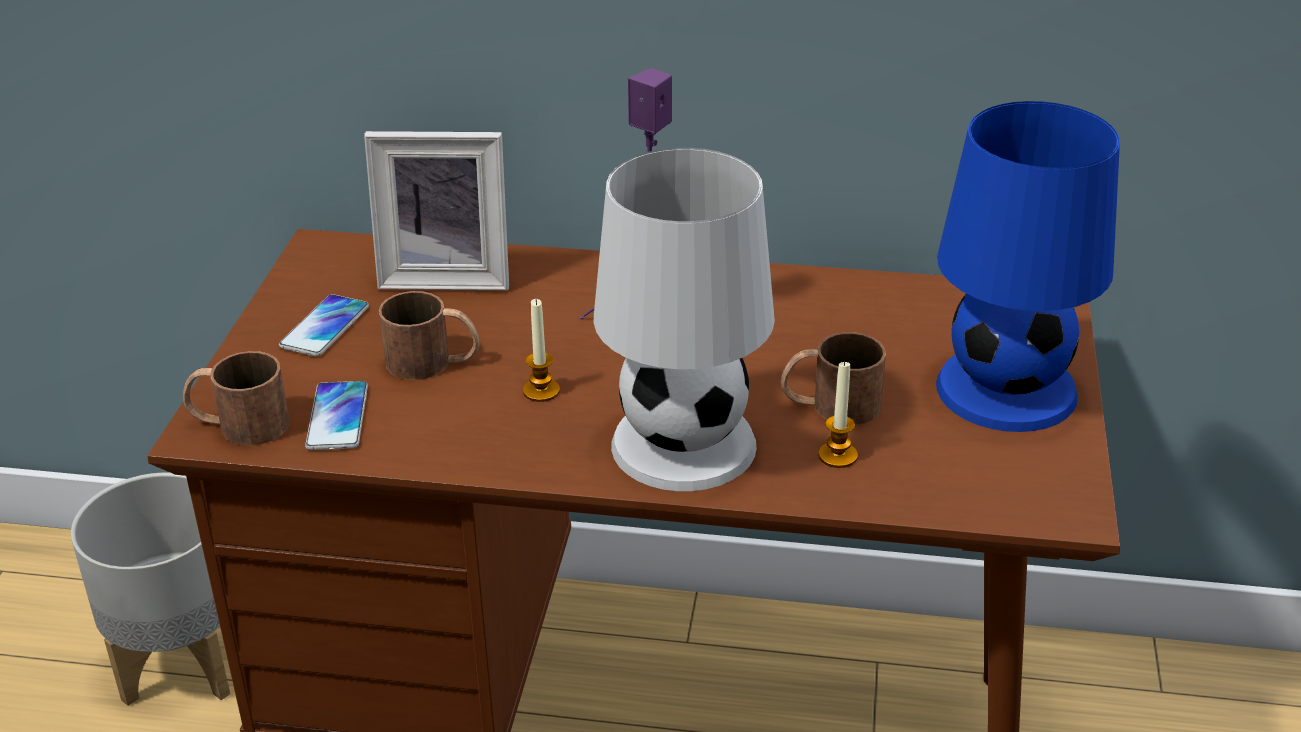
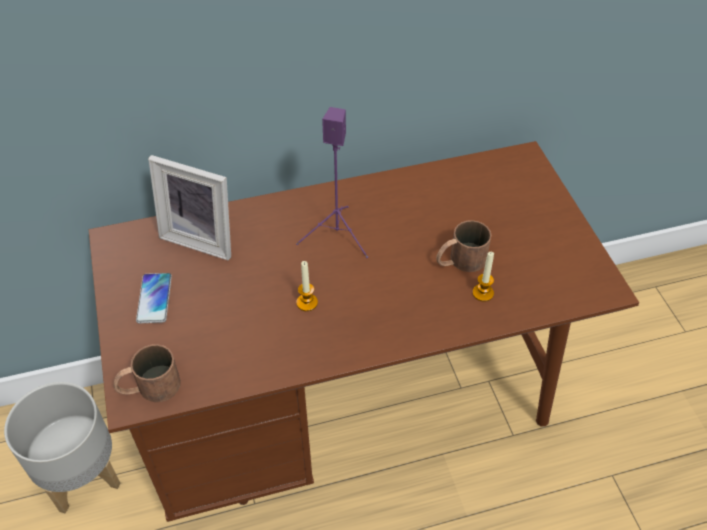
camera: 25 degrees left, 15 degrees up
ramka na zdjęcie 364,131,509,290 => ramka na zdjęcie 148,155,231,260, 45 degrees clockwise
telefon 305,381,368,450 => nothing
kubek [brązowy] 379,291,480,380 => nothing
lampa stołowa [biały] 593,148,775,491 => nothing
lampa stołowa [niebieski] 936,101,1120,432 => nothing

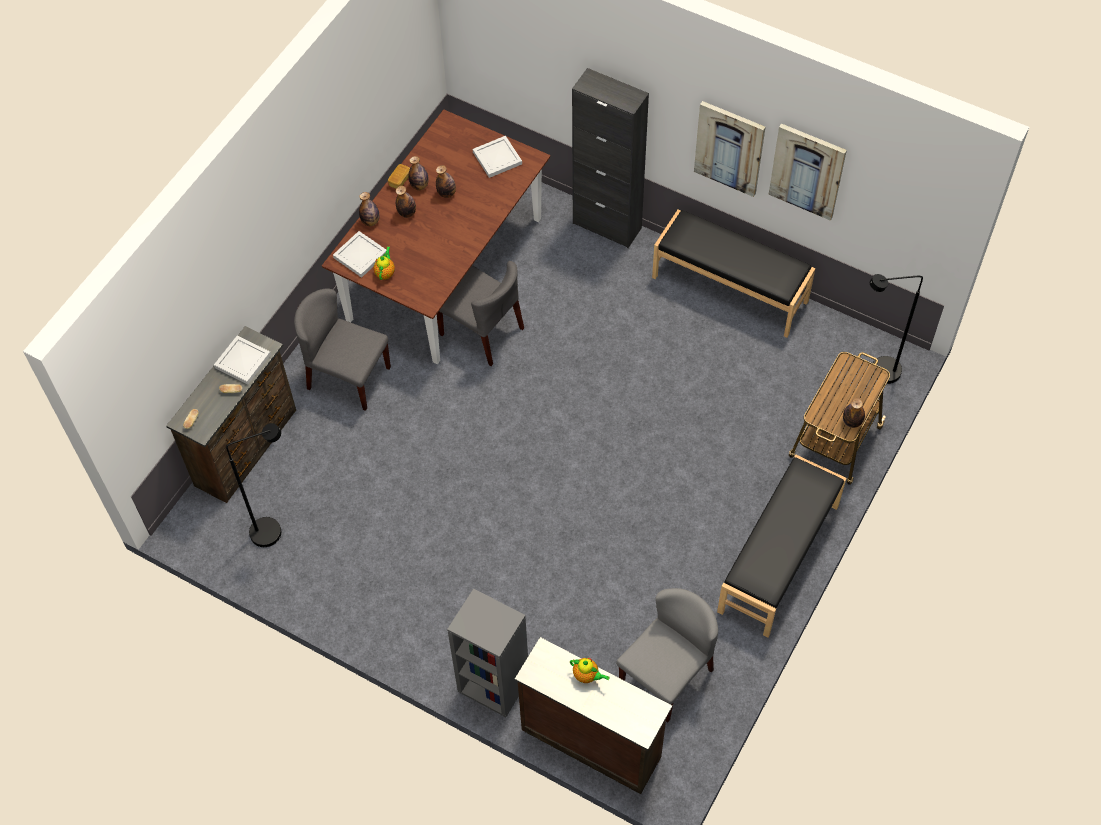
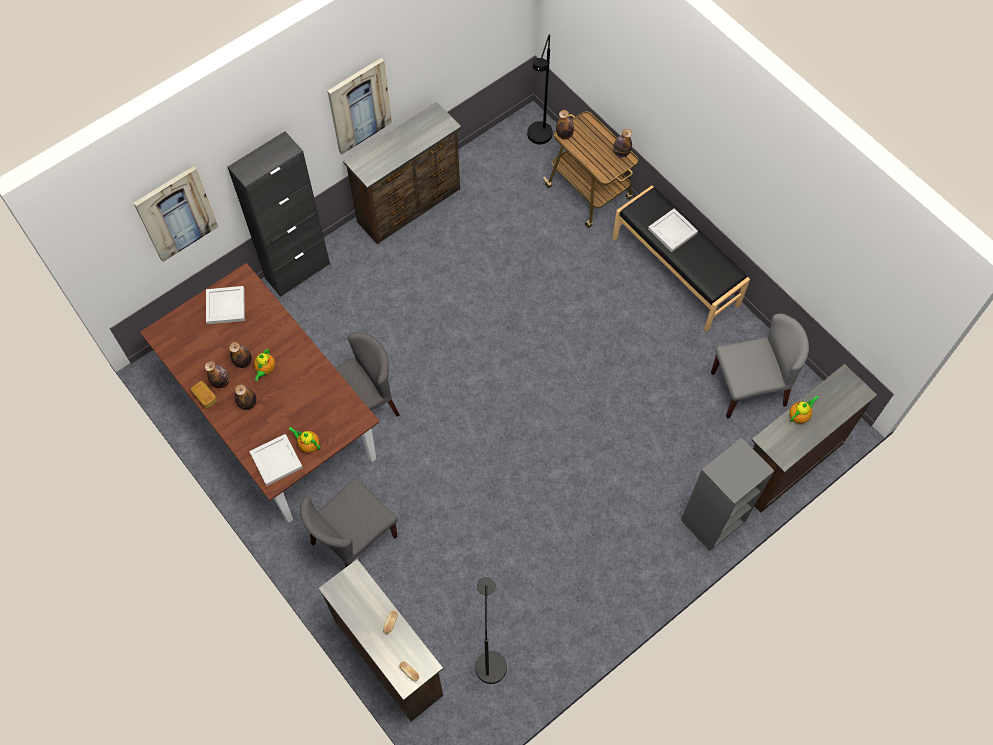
camera: 70 degrees left, 5 degrees up
obraz 769,123,847,221 => obraz 134,166,218,262, move
nothing => imbryk 254,349,275,381
ławka [czarny] 652,209,815,338 => komoda [brązowy] 343,102,461,244
butelka 359,192,379,226 => butelka 556,110,574,139, move
taca [biały] 214,336,271,384 => taca [biały] 648,208,698,252, move
krzesło [szary] 616,588,718,723 => krzesło [szary] 711,313,809,418, 105 degrees clockwise

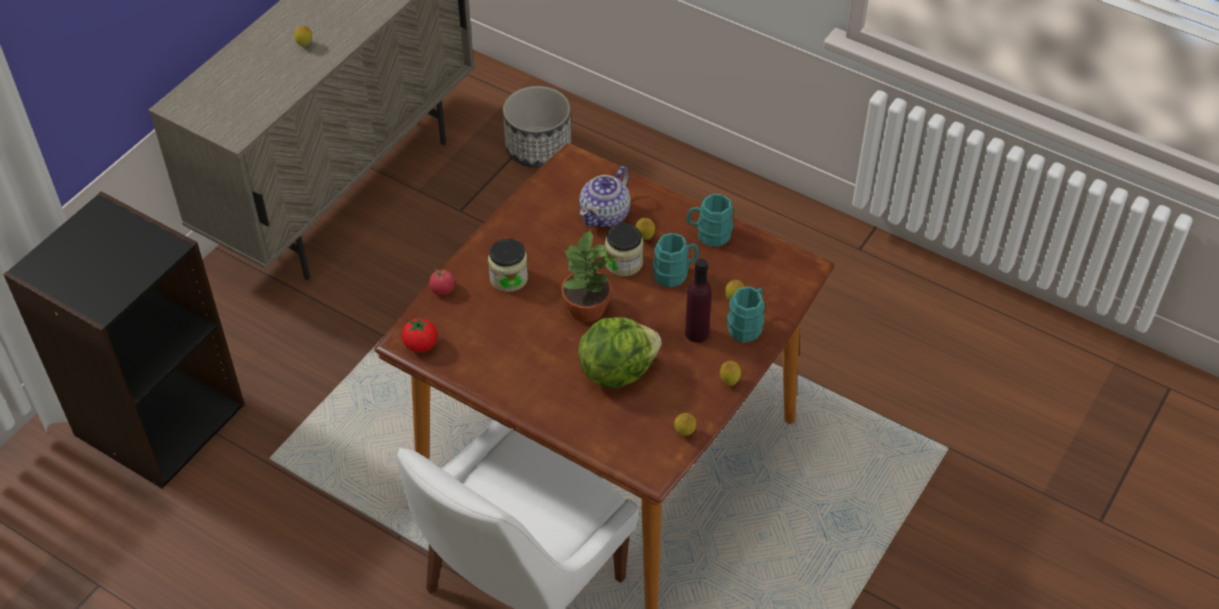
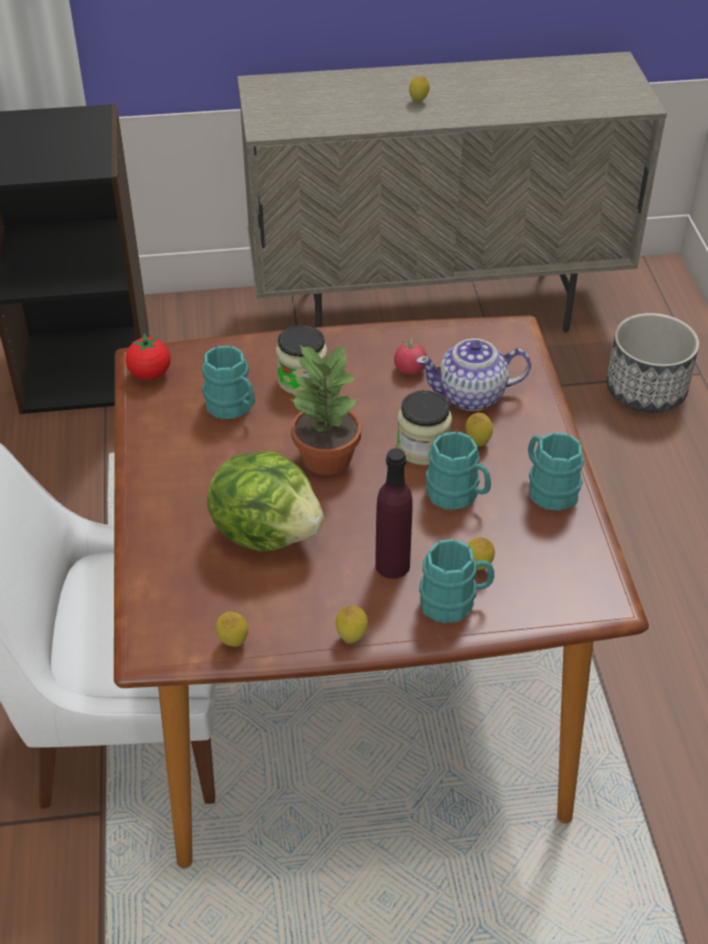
camera: 50 degrees right, 5 degrees down
nothing => kubek [turkusowy] 202,346,255,419
pomidor 429,268,455,295 => pomidor 394,338,427,374, move

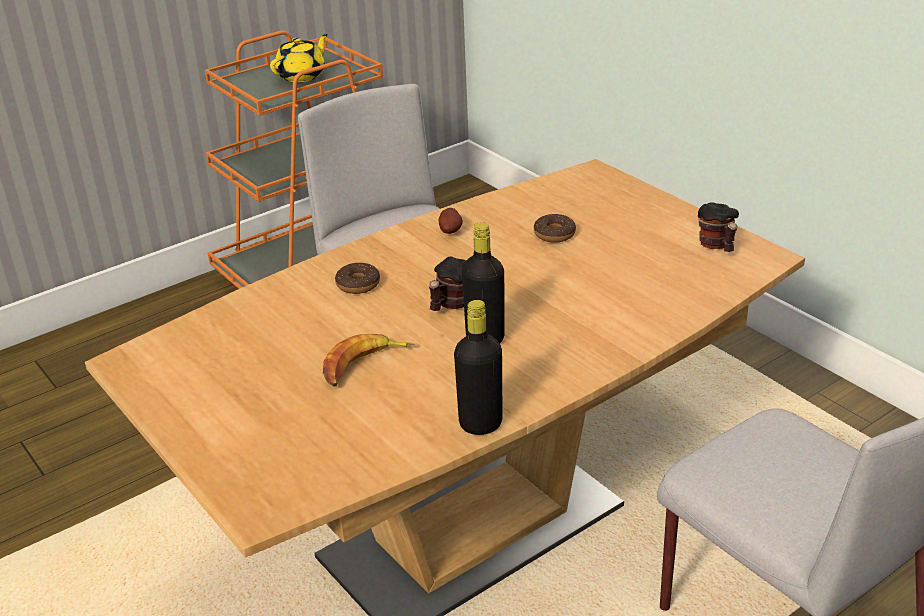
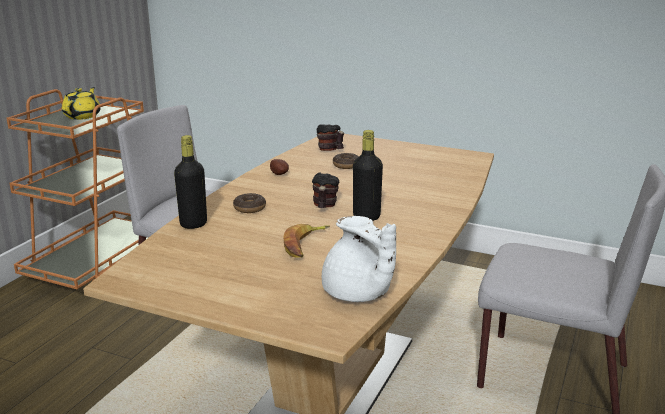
camera: 30 degrees left, 10 degrees down
butelka [czarny] 454,300,503,435 => butelka [czarny] 174,135,207,229, move
kubek 698,202,739,252 => kubek 317,124,344,151, move
nothing => imbryk [biały] 322,216,396,302

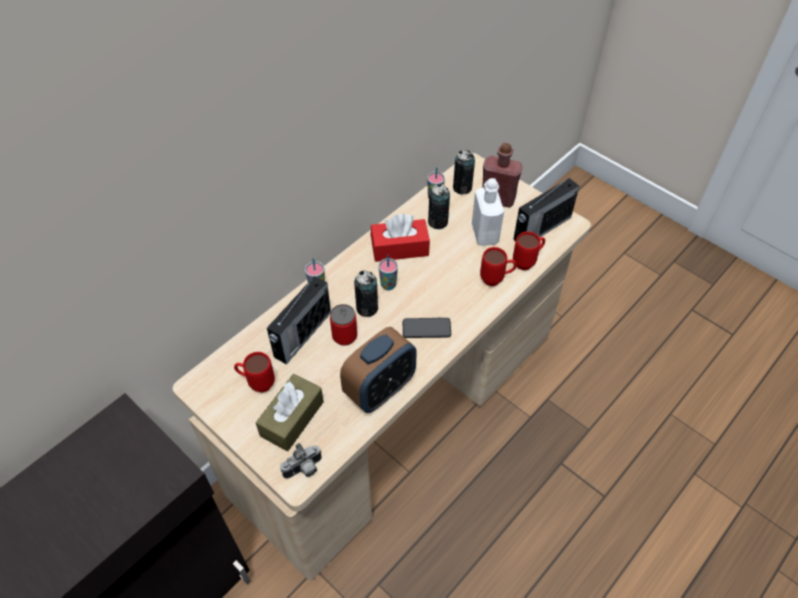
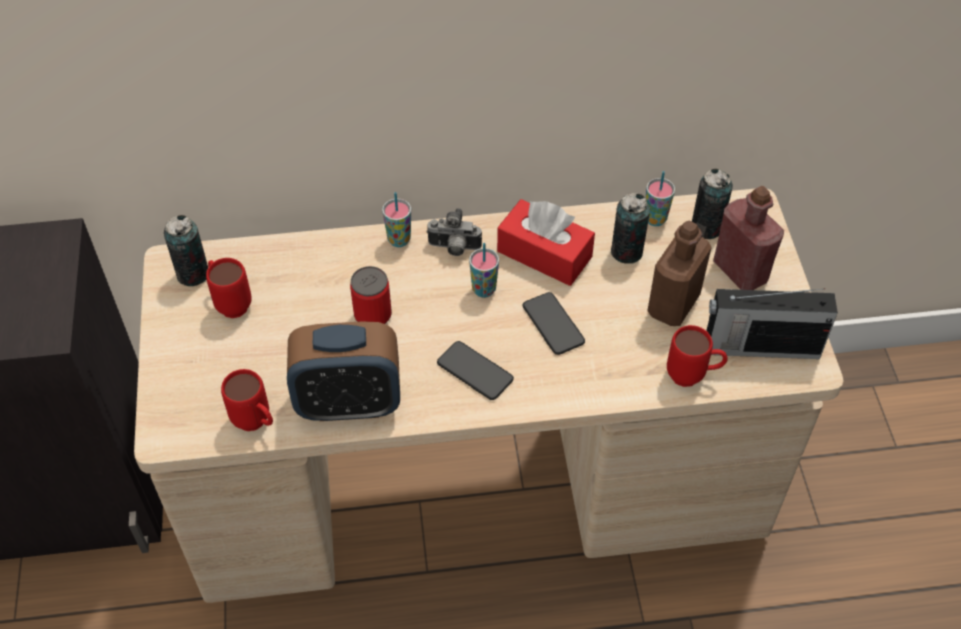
camera: 40 degrees right, 0 degrees up
puszka 354,270,378,317 => puszka 164,215,208,286, move
kubek [czerwony] 480,247,517,286 => kubek [czerwony] 221,369,273,431, move
aparat fotograficzny 280,443,322,479 => aparat fotograficzny 426,208,482,256, move
nothing => telefon 523,292,585,355
butelka [biały] 472,178,504,246 => butelka [brązowy] 647,221,712,326
pudełko chusteczek [brązowy] 255,374,324,451 => nothing
radio 267,276,331,365 => nothing

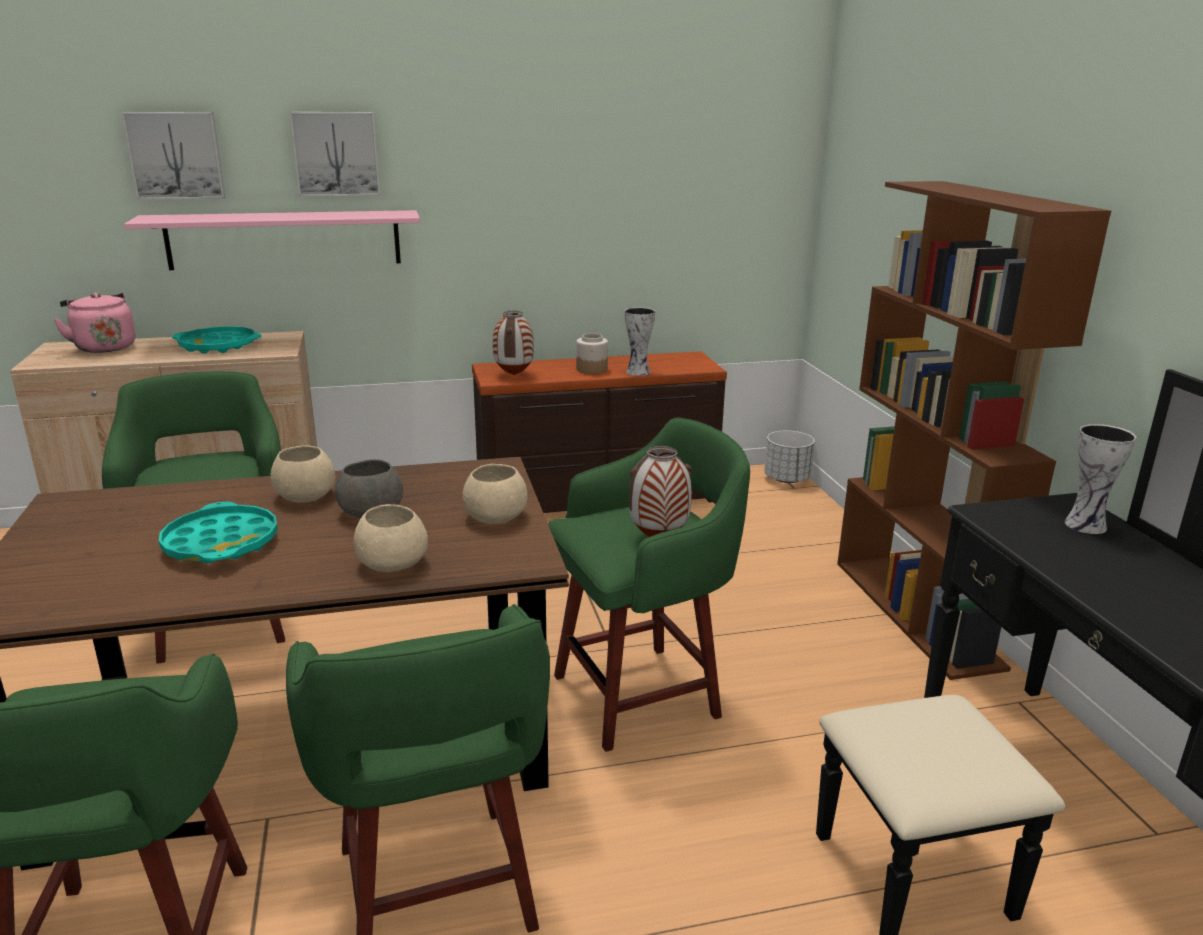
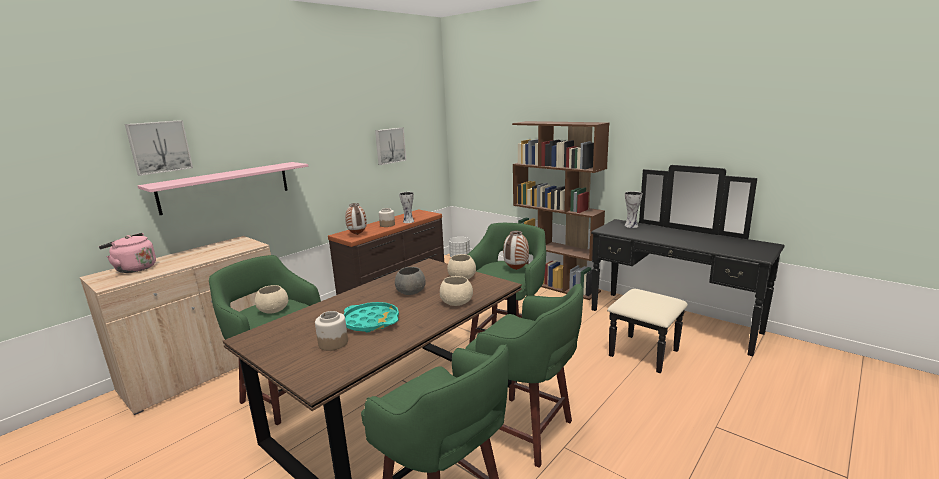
camera: 35 degrees left, 5 degrees down
miska [beżowy] 270,445,336,503 => miska [beżowy] 255,285,288,314, move
nothing => słoik 315,311,348,351
obraz 290,112,380,197 => obraz 375,128,406,165, move
taca [turkusowy] 172,326,261,353 => nothing

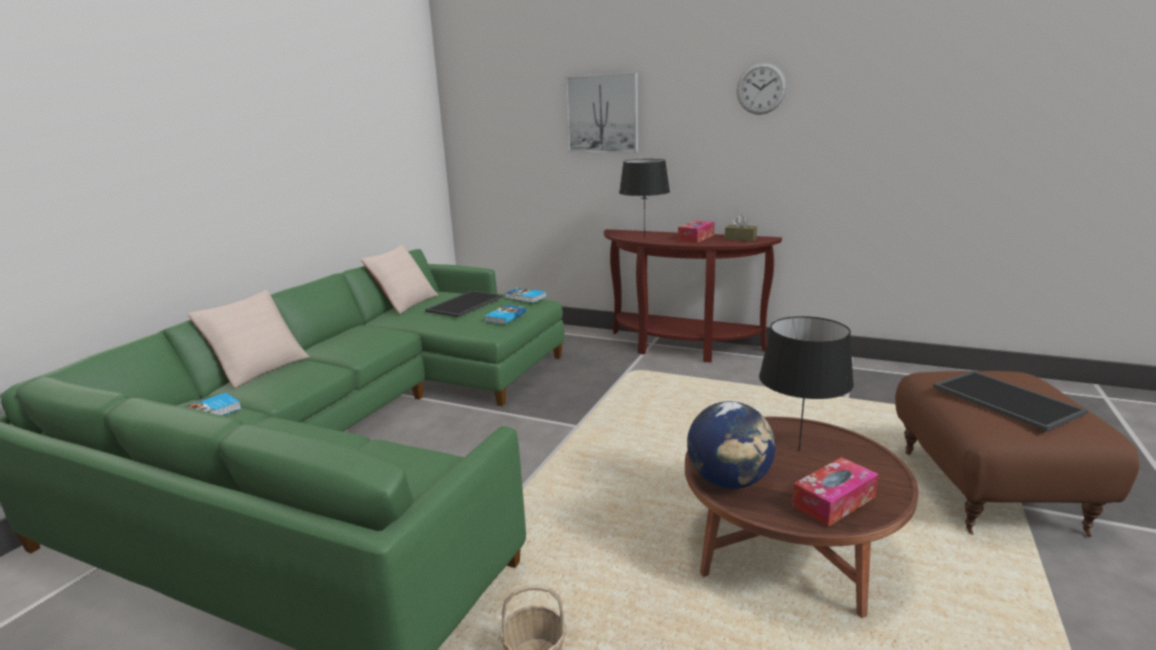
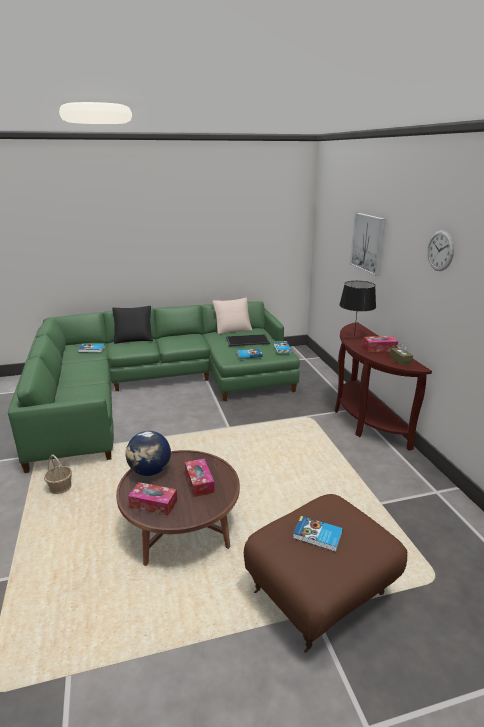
camera: 50 degrees right, 5 degrees up
poduszka [beżowy] 188,290,309,388 => poduszka [czarny] 112,306,153,344
lampa stołowa [czarny] 759,316,854,451 => pudełko chusteczek 185,459,215,497
taca 933,371,1088,431 => książka 293,516,343,552

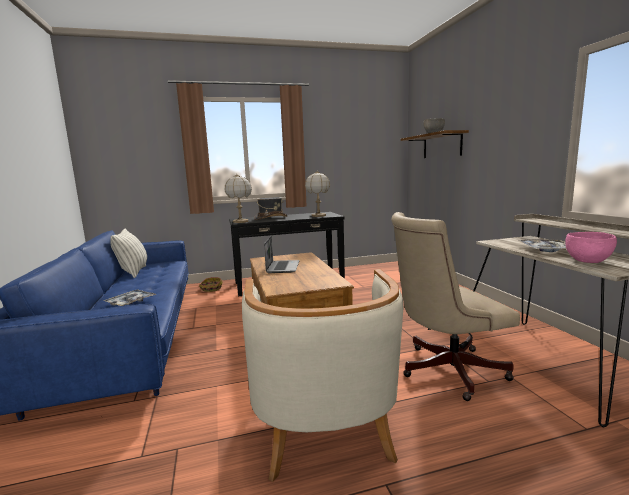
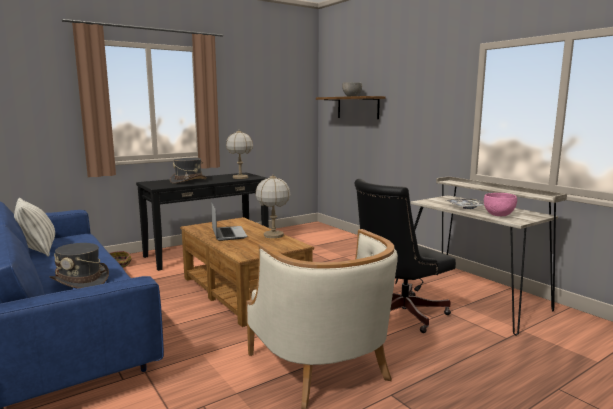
camera: 20 degrees left, 0 degrees up
taca 103,289,156,306 => kapelusz [szary] 50,243,109,289
lampa stołowa 225,174,252,223 => lampa stołowa 255,175,291,238, move
krzesło biurowe [beżowy] 391,212,520,401 => krzesło biurowe [czarny] 354,179,456,333

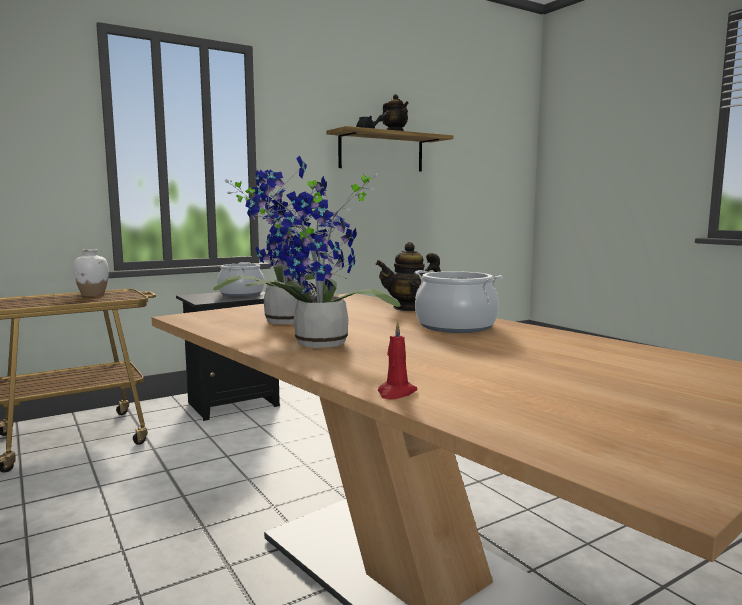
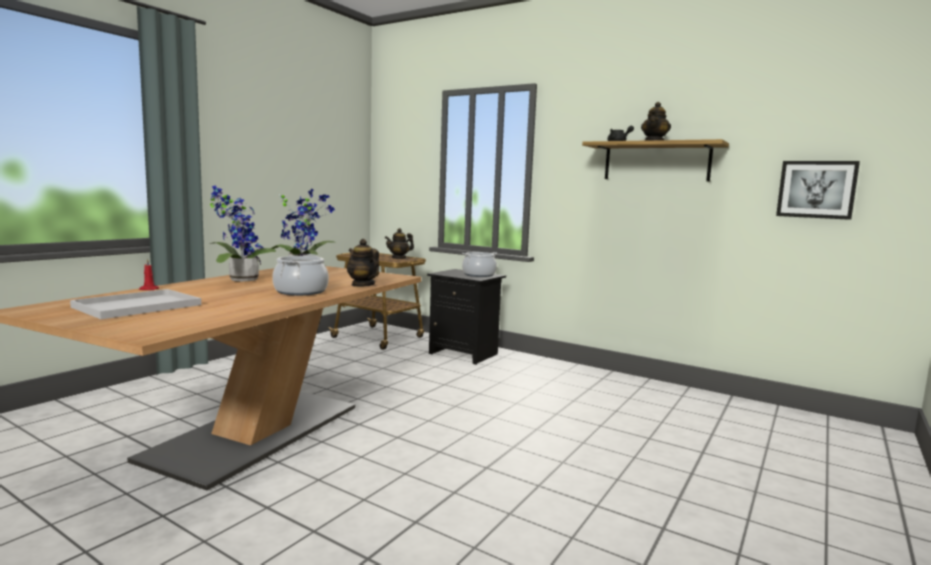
camera: 65 degrees right, 0 degrees up
nothing => taca [biały] 70,289,201,319
wazon [biały] 73,249,109,297 => imbryk 385,228,414,259
nothing => obraz 776,161,860,220

